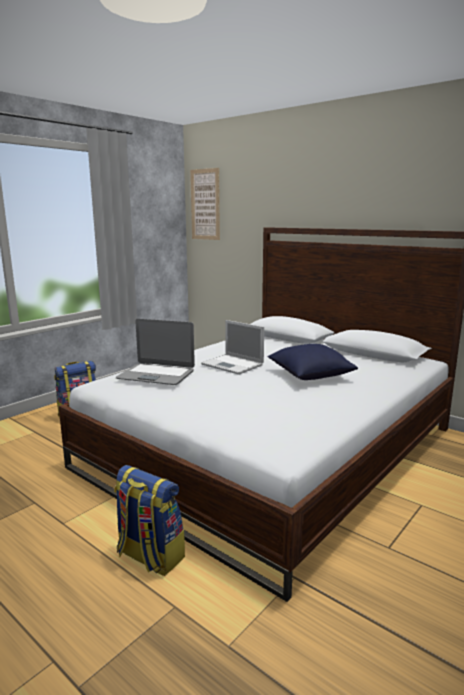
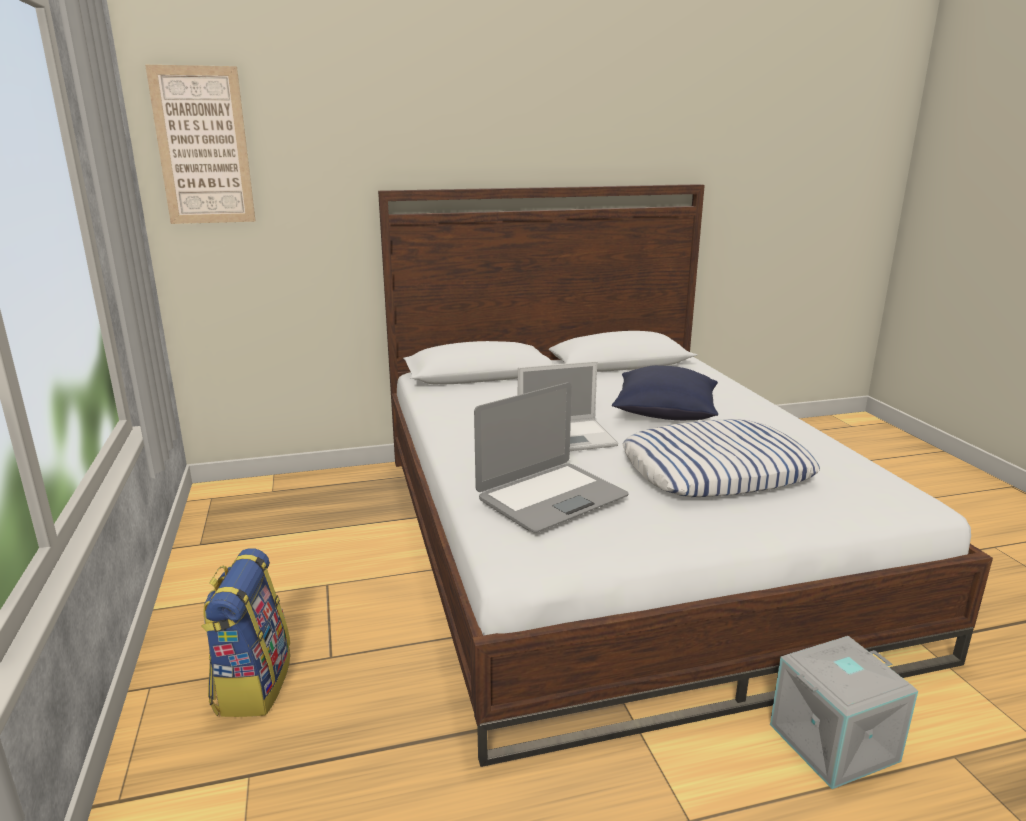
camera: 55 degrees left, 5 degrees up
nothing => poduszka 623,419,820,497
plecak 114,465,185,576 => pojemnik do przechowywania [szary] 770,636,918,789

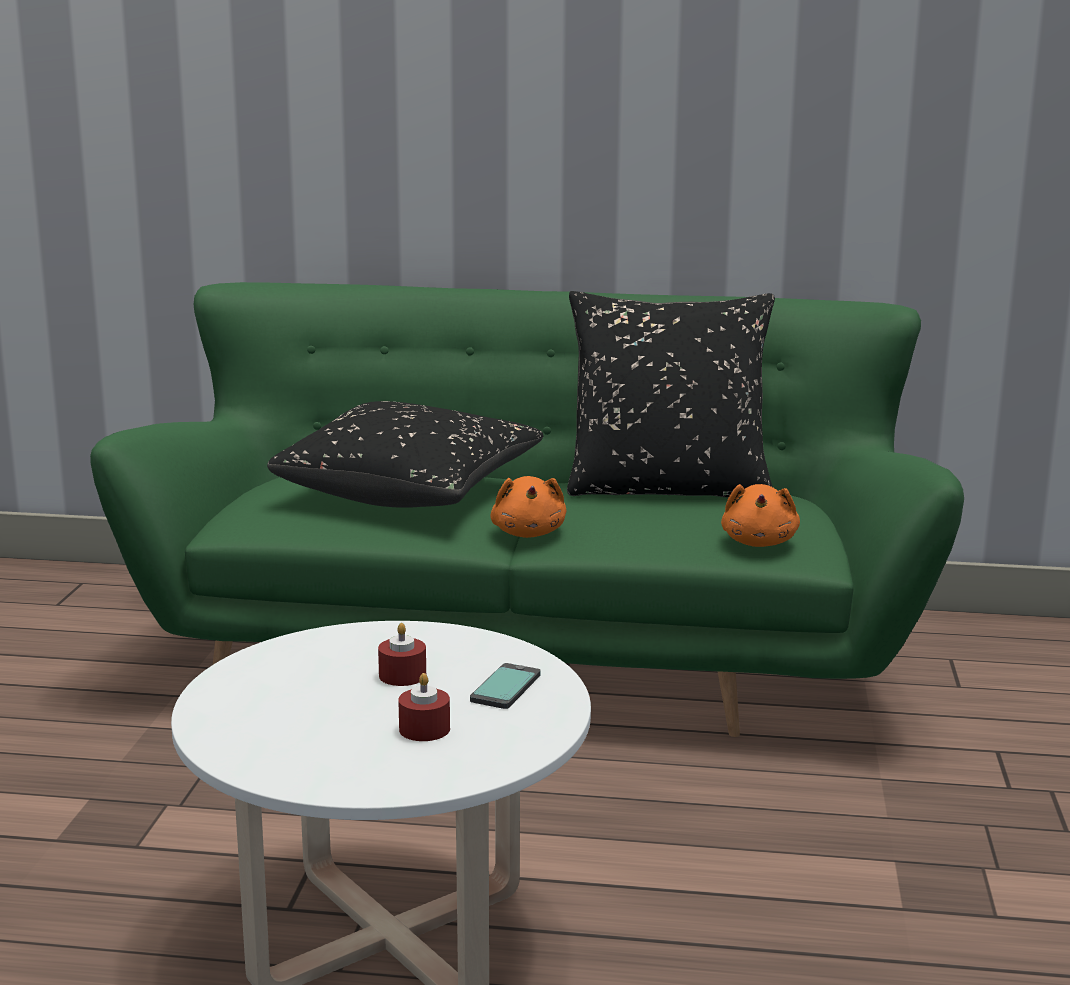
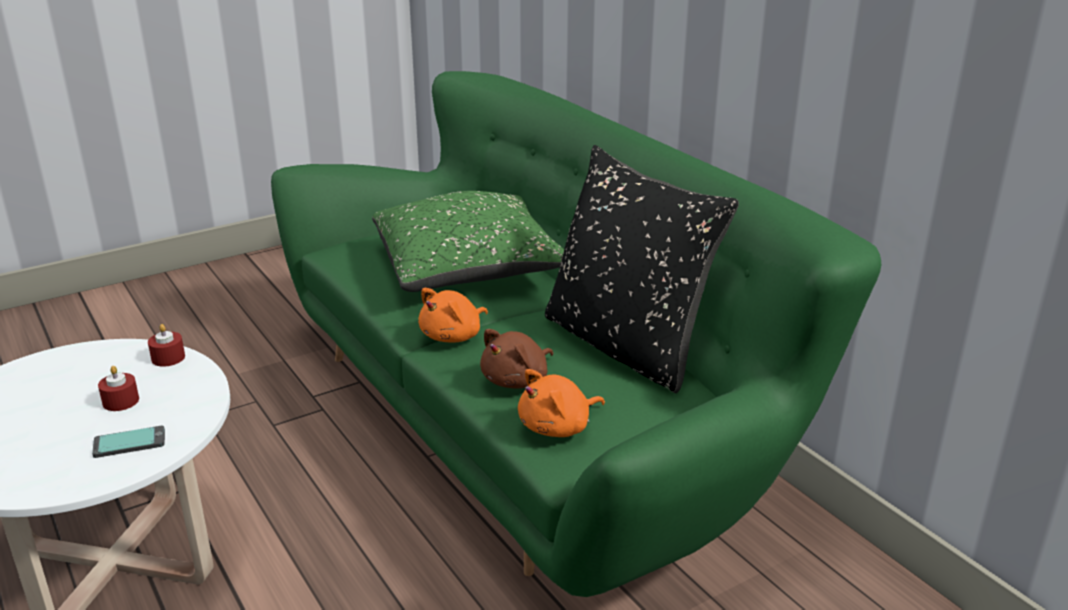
camera: 50 degrees right, 10 degrees up
świeca [czerwony] 398,673,450,741 => świeca [czerwony] 148,324,185,367, move
poduszka [czarny] 267,401,543,508 => poduszka [zielony] 372,191,564,292
nothing => pluszak [brązowy] 480,329,553,389

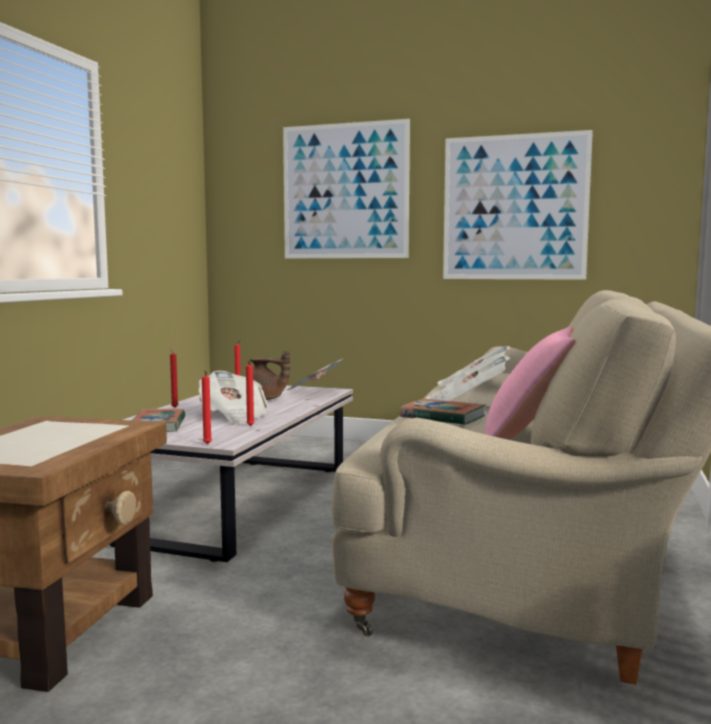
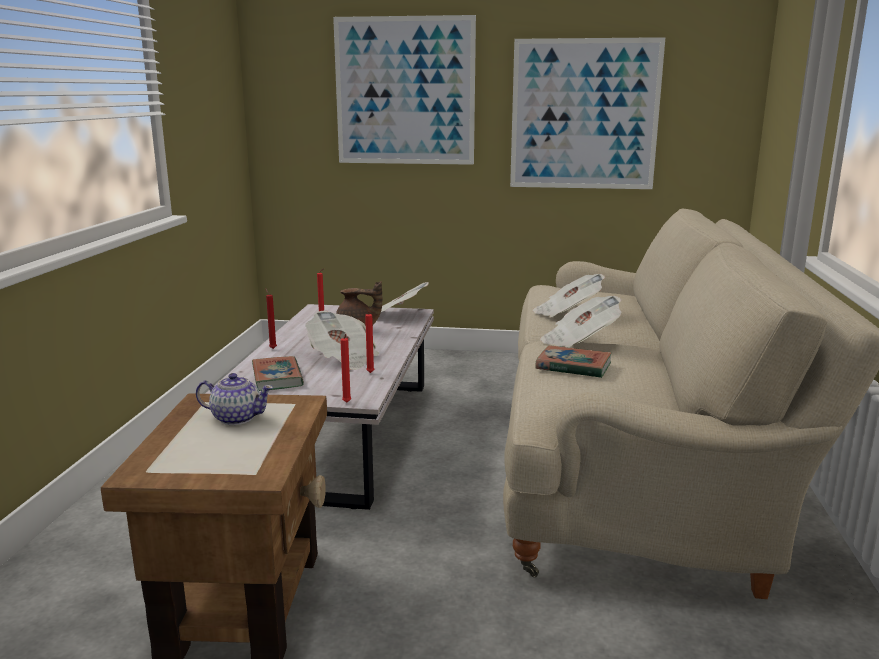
camera: 10 degrees left, 10 degrees up
nothing => imbryk 196,373,273,425
poduszka [różowy] 485,327,576,440 => nothing

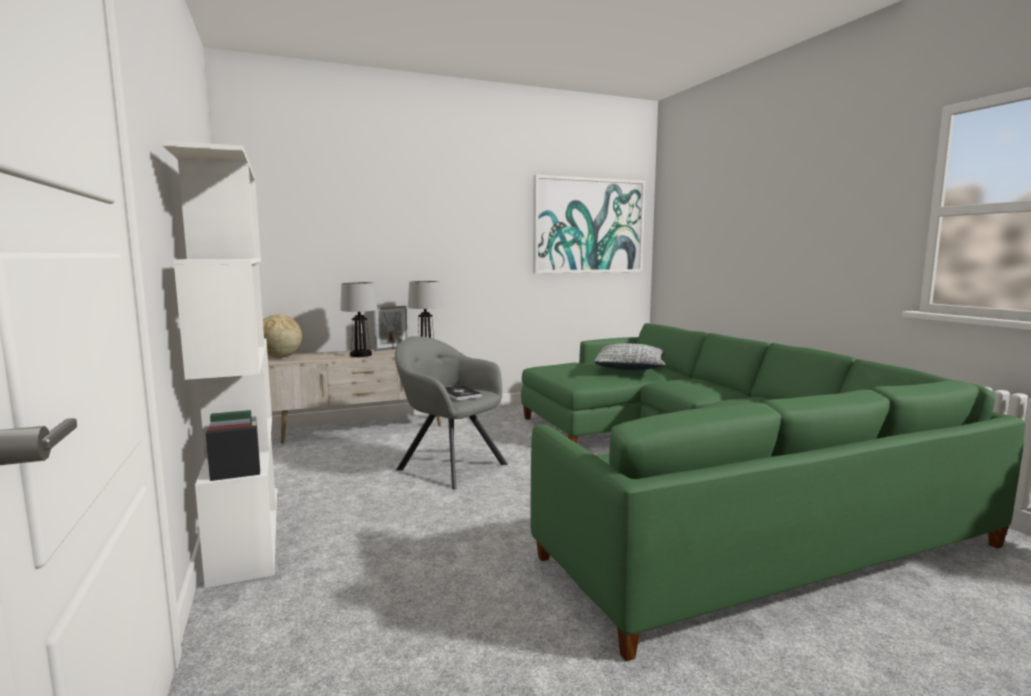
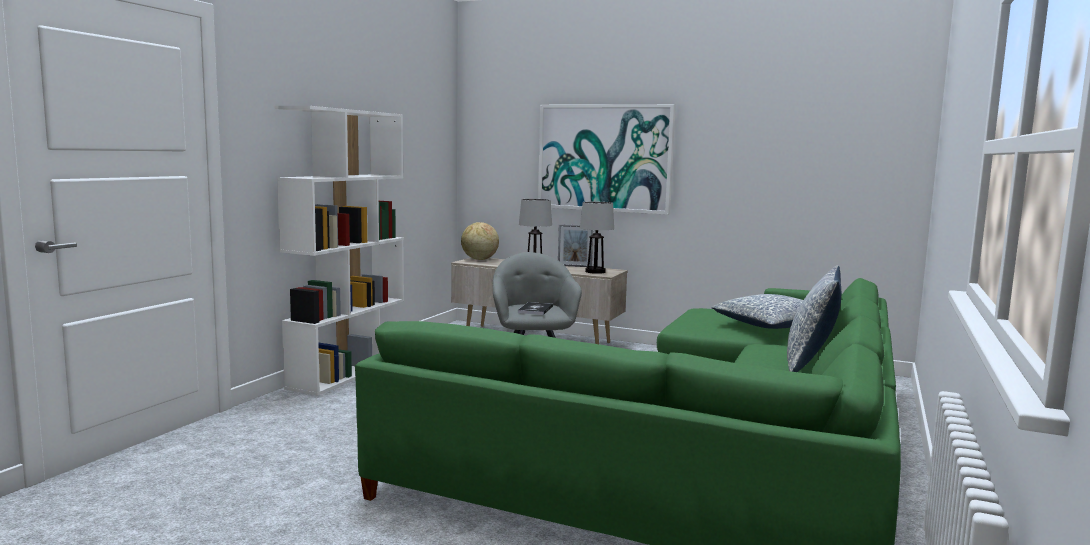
camera: 45 degrees right, 0 degrees up
obraz 533,175,645,273 => obraz 538,104,676,215, move
nothing => poduszka 787,266,841,372

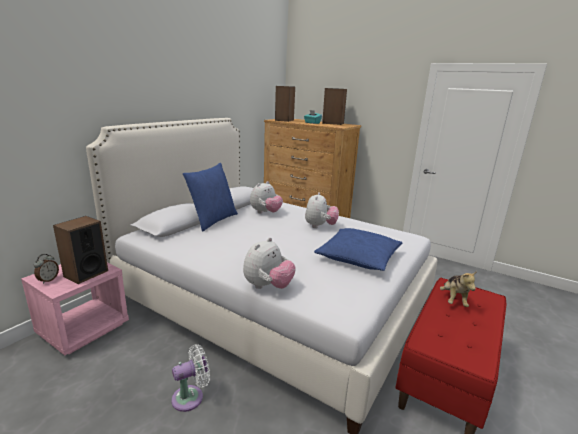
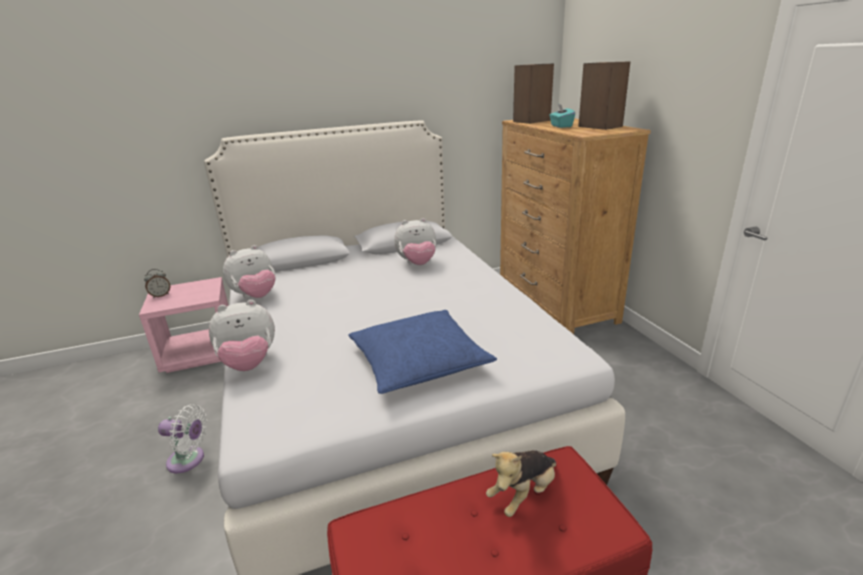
camera: 40 degrees right, 5 degrees up
pluszak 305,192,339,228 => pluszak 223,245,276,298, move
głośnik 53,216,108,284 => nothing
poduszka [niebieski] 183,163,238,231 => nothing

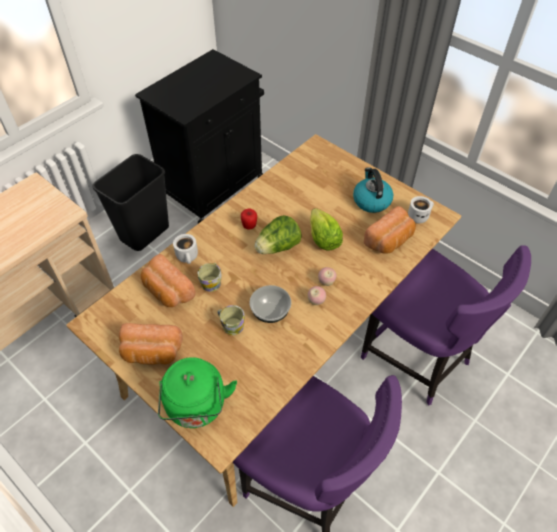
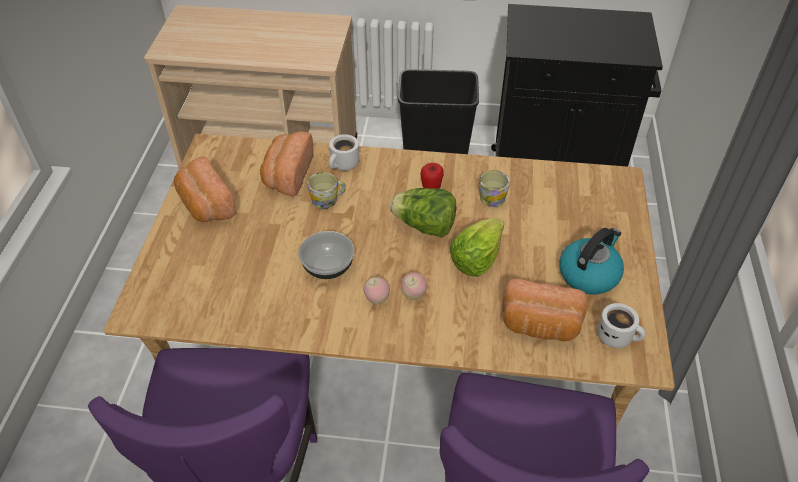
camera: 55 degrees right, 5 degrees down
kubek 218,305,245,335 => kubek 479,170,510,207, move
czajnik [zielony] 158,357,237,428 => nothing

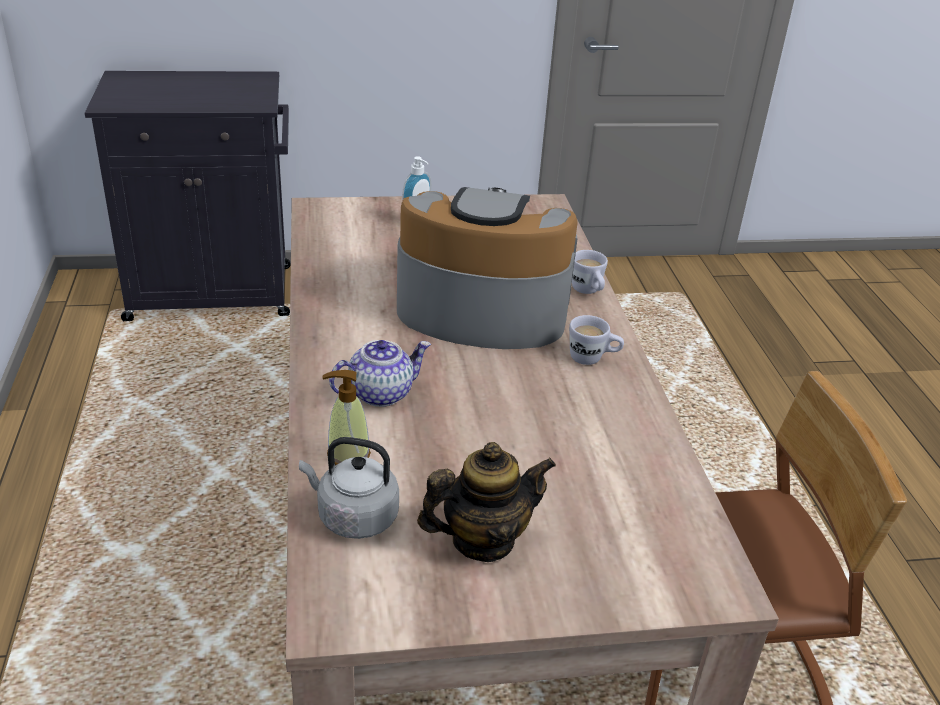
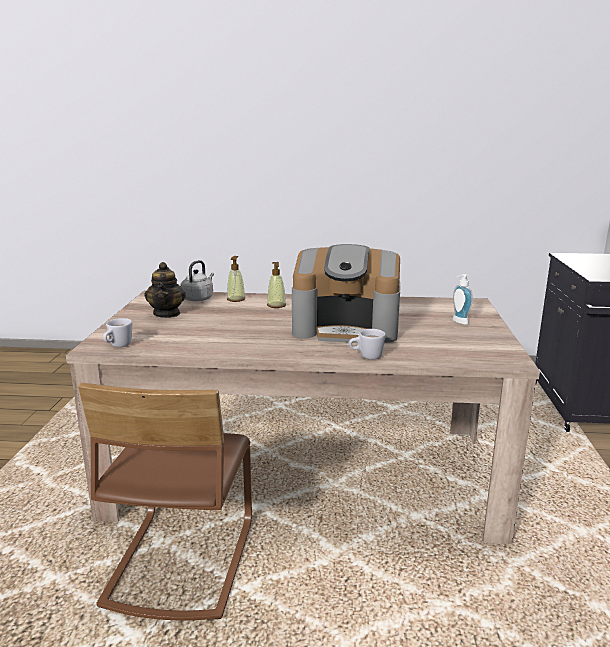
camera: 105 degrees right, 15 degrees down
kubek [biały] 569,315,624,365 => kubek [biały] 103,318,132,347, move
imbryk 329,340,431,407 => dozownik mydła 267,262,286,308
ekspres do kawy 397,187,578,349 => ekspres do kawy 292,244,401,343, 75 degrees clockwise

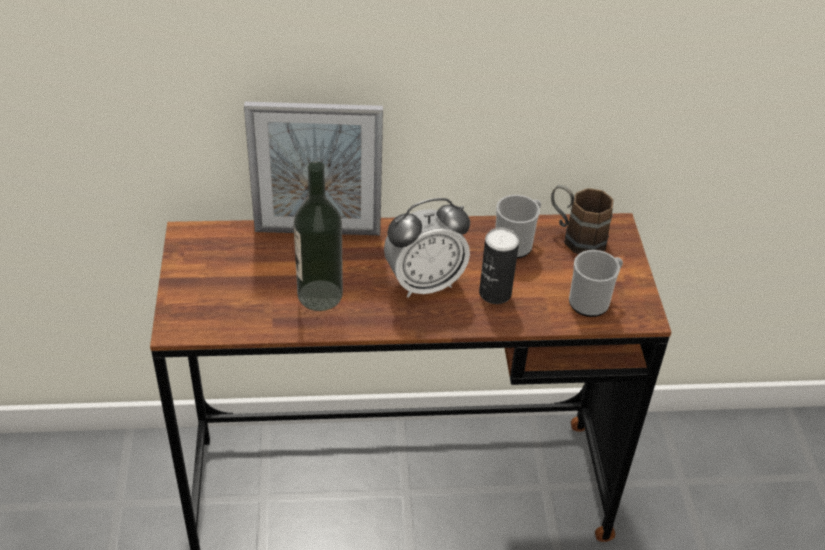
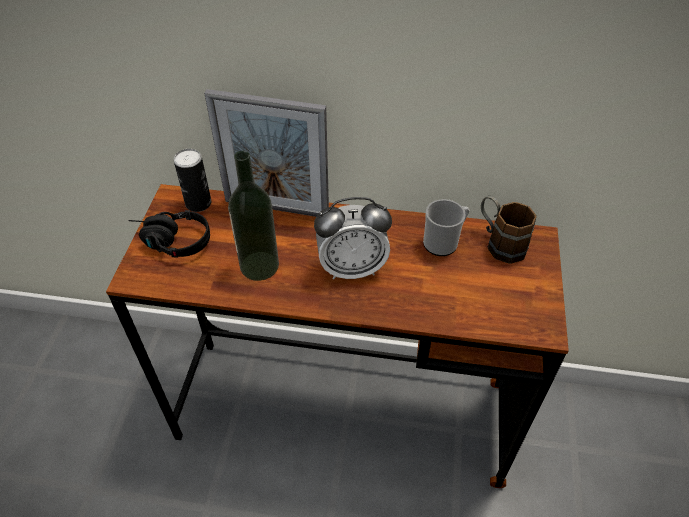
camera: 15 degrees right, 5 degrees up
nothing => słuchawki [czarny] 128,210,210,258
puszka 479,228,519,304 => puszka 174,149,212,212, move
kubek 569,250,623,317 => nothing

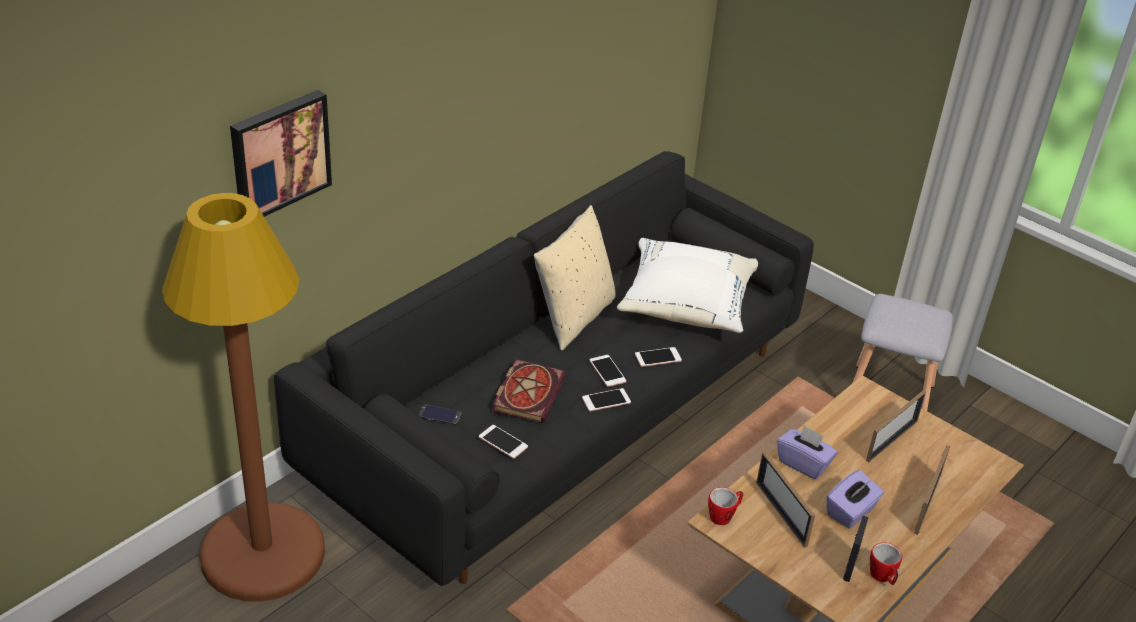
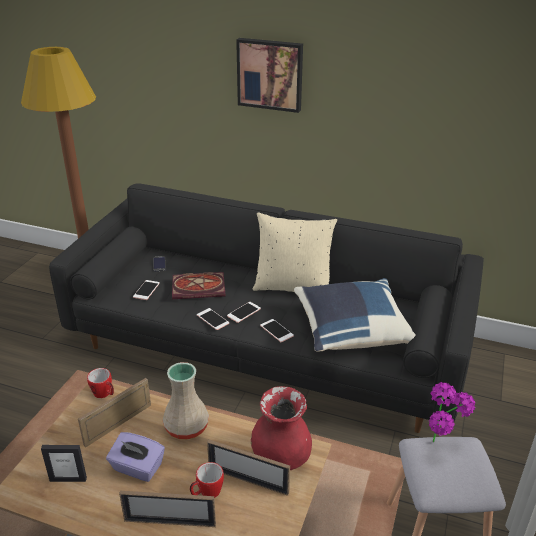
camera: 70 degrees right, 5 degrees down
pudełko chusteczek [fioletowy] 777,425,838,479 => wazon [beżowy] 162,362,209,439
kubek 870,542,902,585 => kubek 190,462,224,498, move
obraz 230,90,332,217 => obraz 236,38,303,113, move
nothing => wazon [czerwony] 251,386,312,470
poduszka [biały] 617,238,758,333 => poduszka [niebieski] 294,278,416,352
nothing => roślina doniczkowa 429,382,475,442

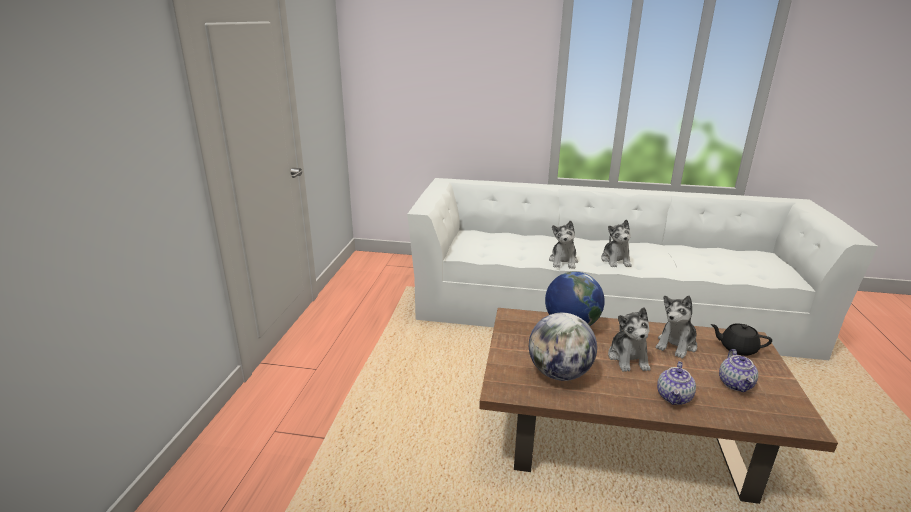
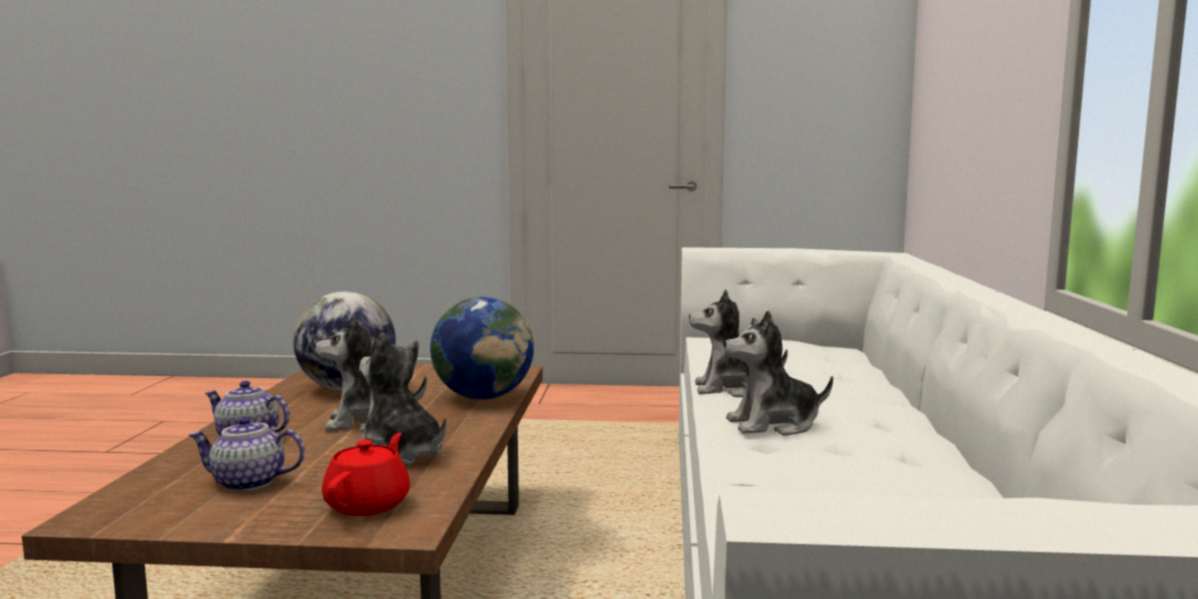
camera: 85 degrees right, 15 degrees down
imbryk [czarny] 710,323,772,356 => imbryk [czerwony] 322,433,410,516

